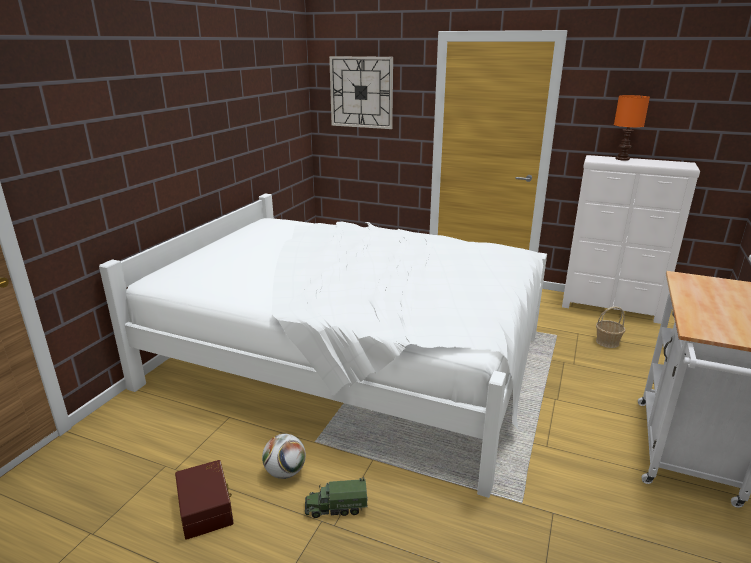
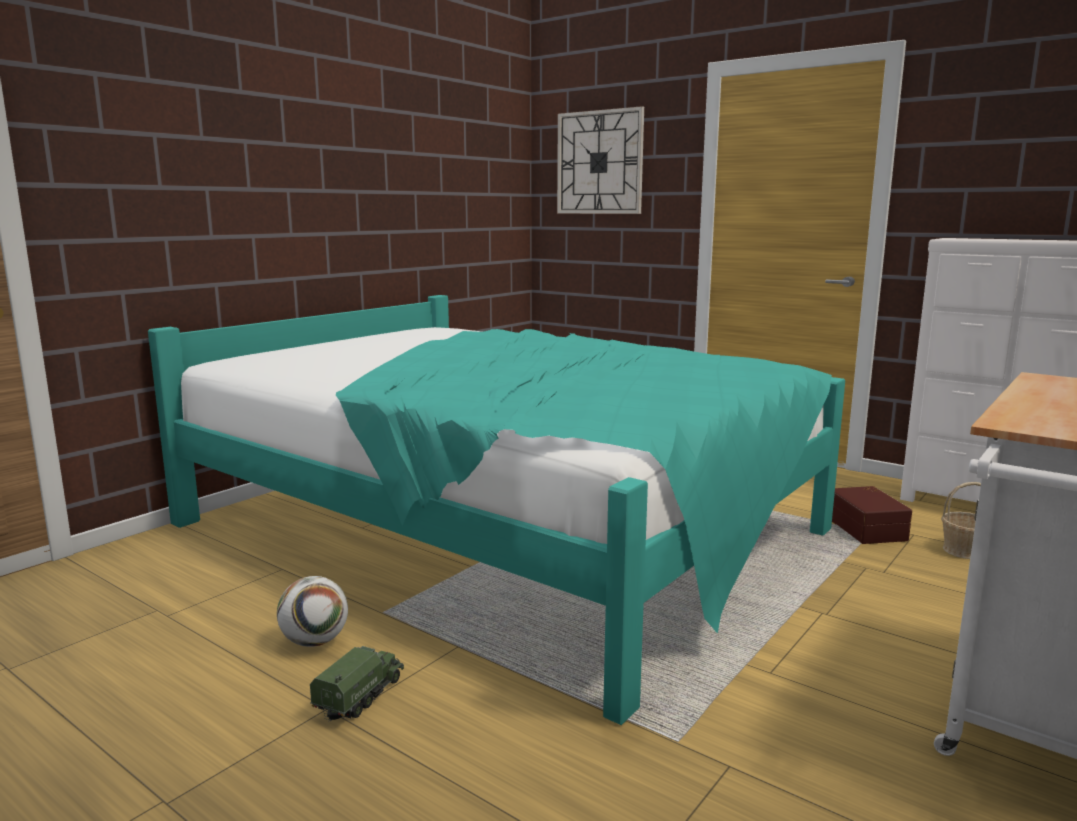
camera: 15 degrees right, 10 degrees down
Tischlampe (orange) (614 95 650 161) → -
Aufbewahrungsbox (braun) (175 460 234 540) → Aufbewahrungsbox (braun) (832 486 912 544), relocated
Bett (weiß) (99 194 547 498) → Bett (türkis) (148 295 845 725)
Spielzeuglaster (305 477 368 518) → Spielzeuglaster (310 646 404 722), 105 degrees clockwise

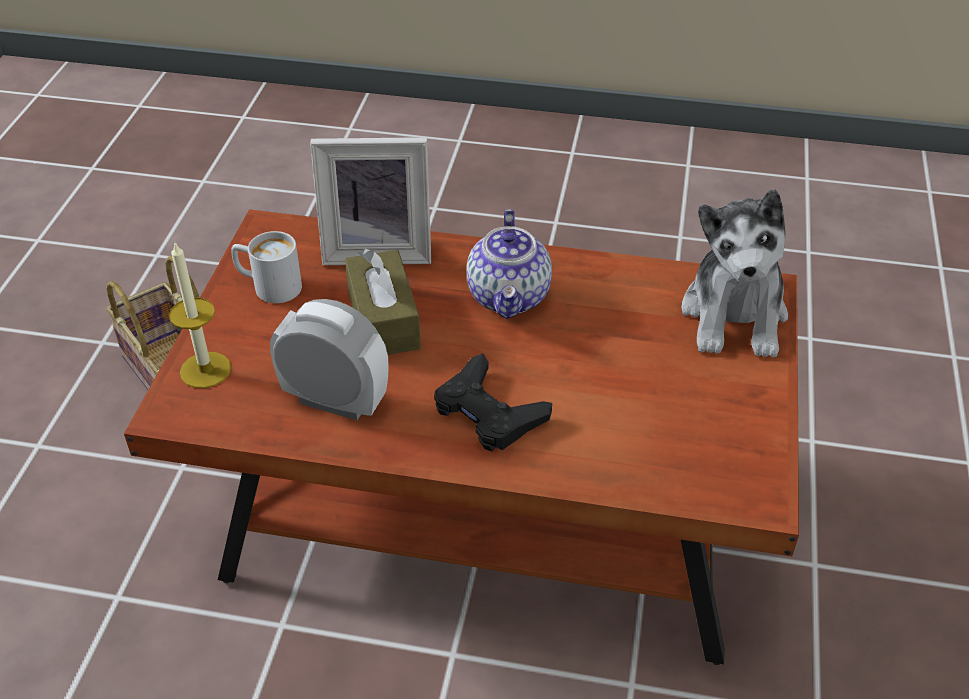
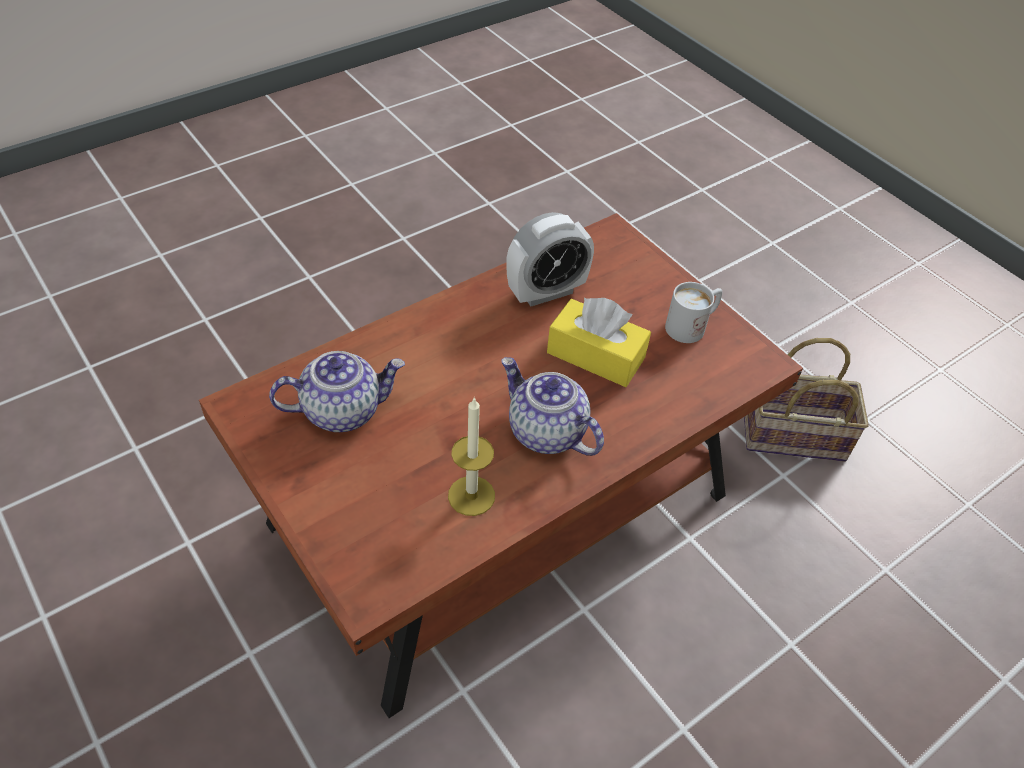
camera: 130 degrees right, 5 degrees up
Bilderrahmen (310 137 431 265) → -
Gamepad (schwarz) (434 353 552 451) → -
Plüschtier (681 189 788 358) → -
- → Teekanne (269 351 405 432)
Kerze (169 241 231 388) → Kerze (448 397 495 516), relocated
Taschentuchbox (braun) (345 249 421 355) → Taschentuchbox (gelb) (547 298 651 387)

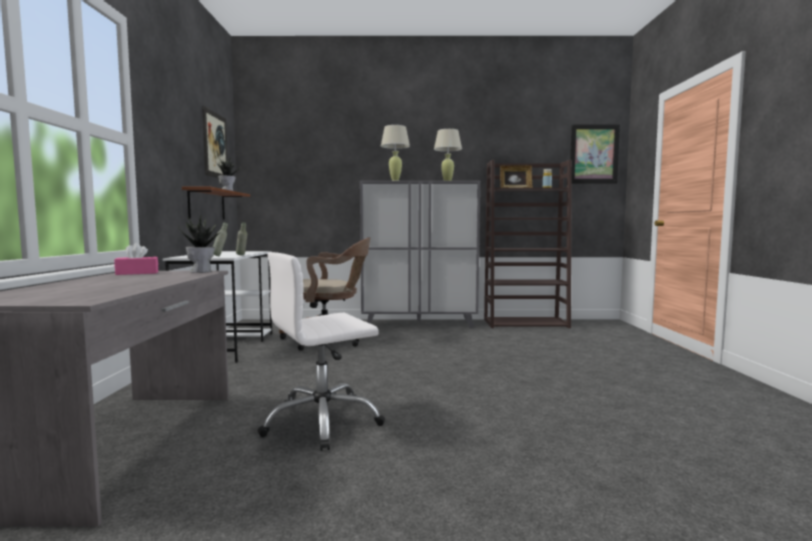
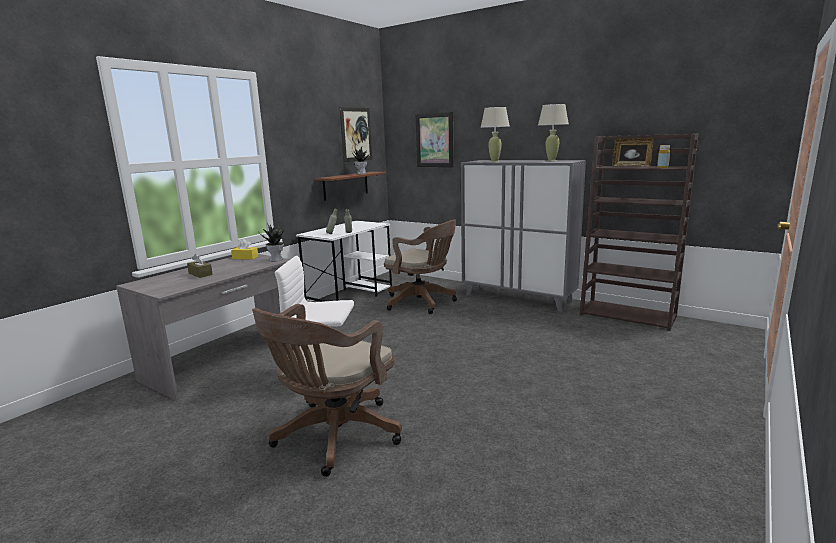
camera: 35 degrees right, 10 degrees up
- → Taschentuchbox (braun) (187 254 213 278)
- → Bürostuhl (braun) (252 304 402 477)
Bild (570 124 620 184) → Bild (415 112 454 167), relocated
Taschentuchbox (rosa) (114 243 158 275) → Taschentuchbox (gelb) (231 239 258 260)

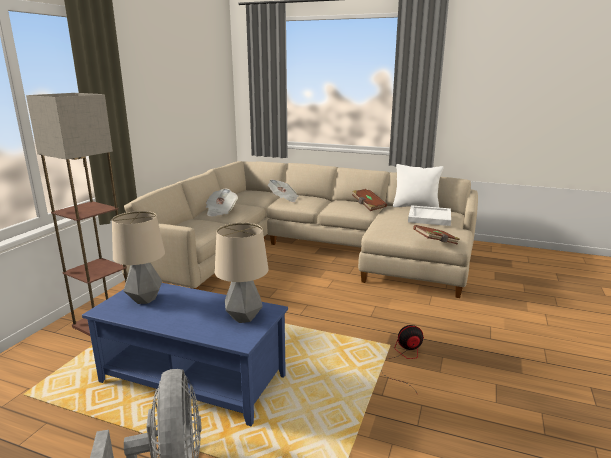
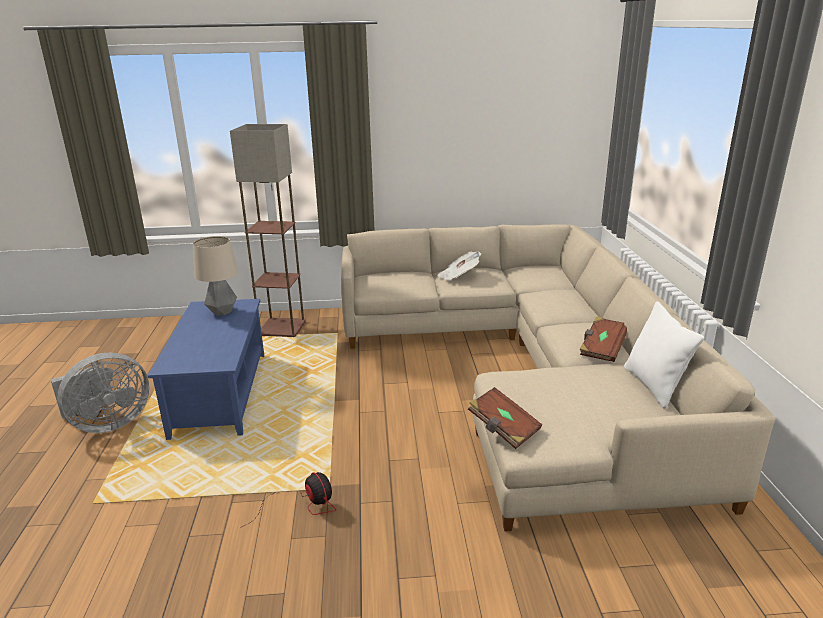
camera: 65 degrees right, 5 degrees up
Tischlampe (215 223 269 323) → -
Zeitung (268 179 299 202) → -
Tablett (weiß) (408 205 451 226) → -

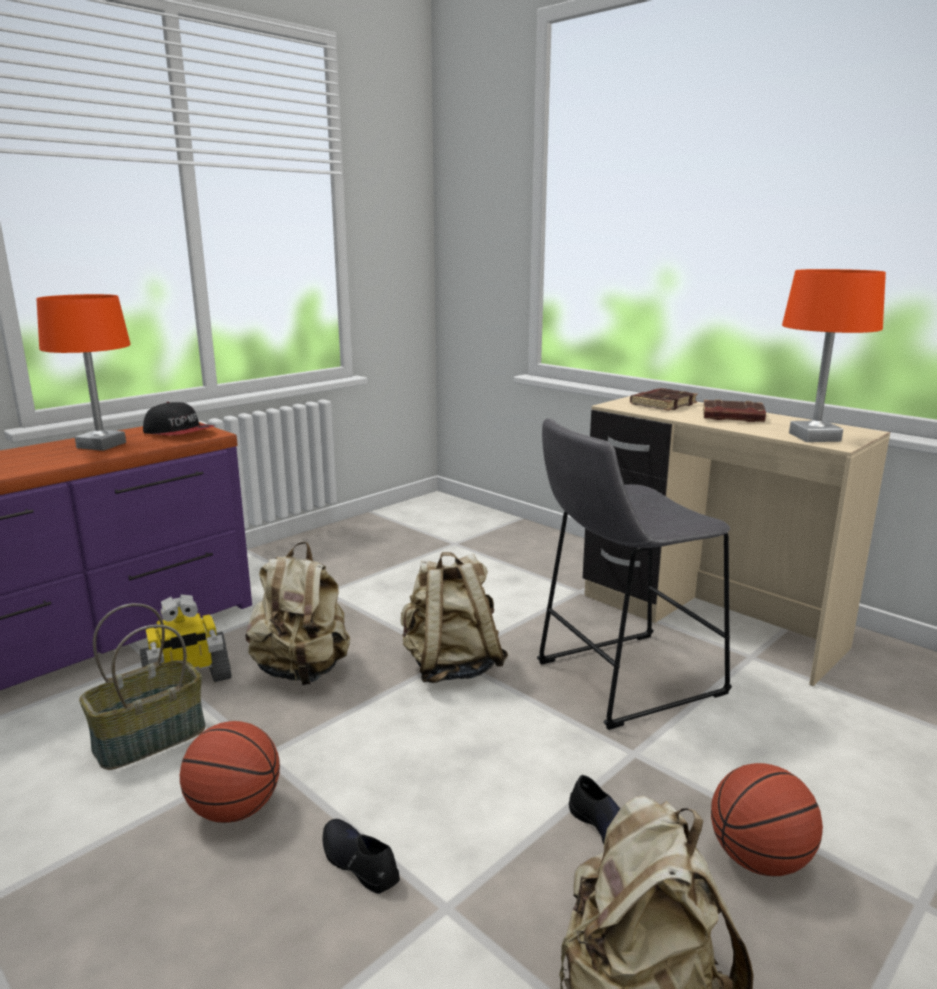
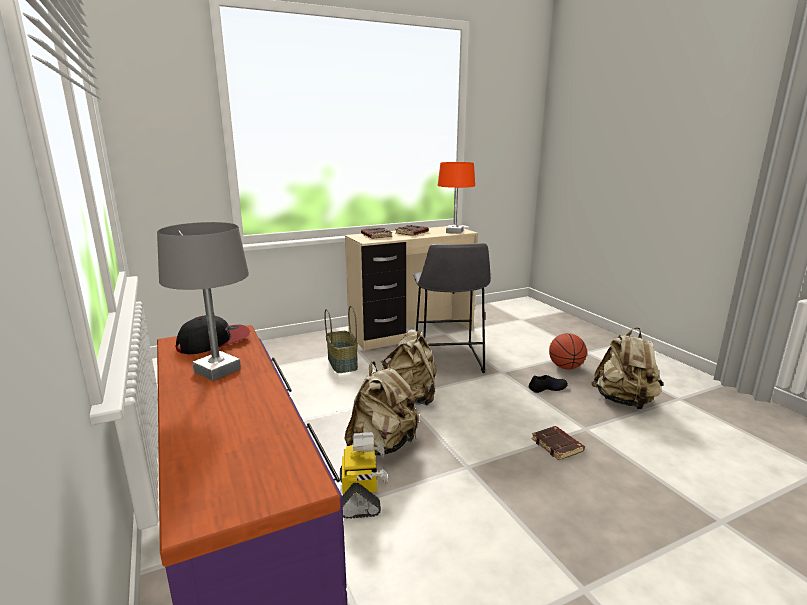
camera: 70 degrees left, 0 degrees up
Basketball (180 721 280 823) → -
Korb (79 603 205 770) → Korb (324 306 358 373), relocated
Schuh (schwarz) (322 819 400 894) → Buch (braun) (531 426 585 460)
Tischlampe (orange) (37 294 131 451) → Tischlampe (grau) (157 222 249 381)

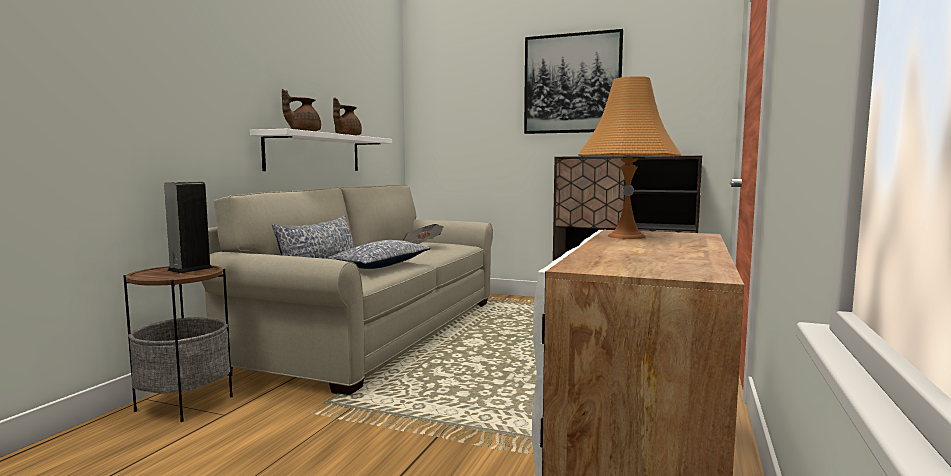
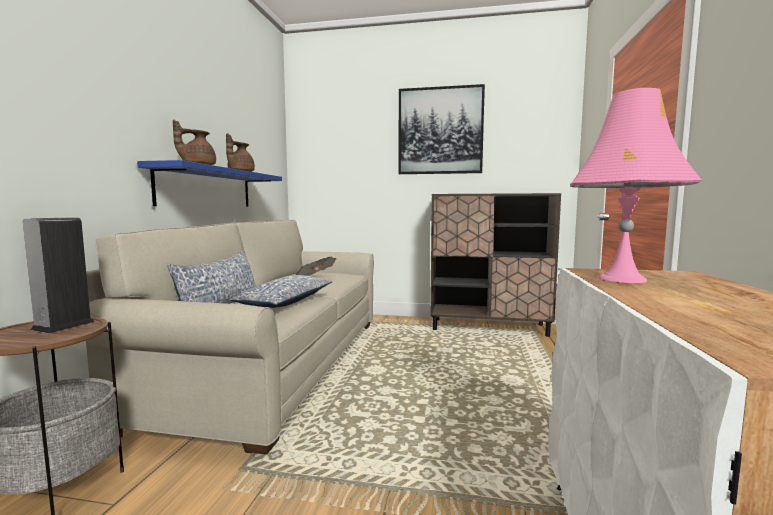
camera: 10 degrees left, 0 degrees up
Wandregal (weiß) (250 129 392 171) → Wandregal (blau) (137 160 282 207)
Tischlampe (orange) (578 76 681 239) → Tischlampe (rosa) (570 88 702 283)

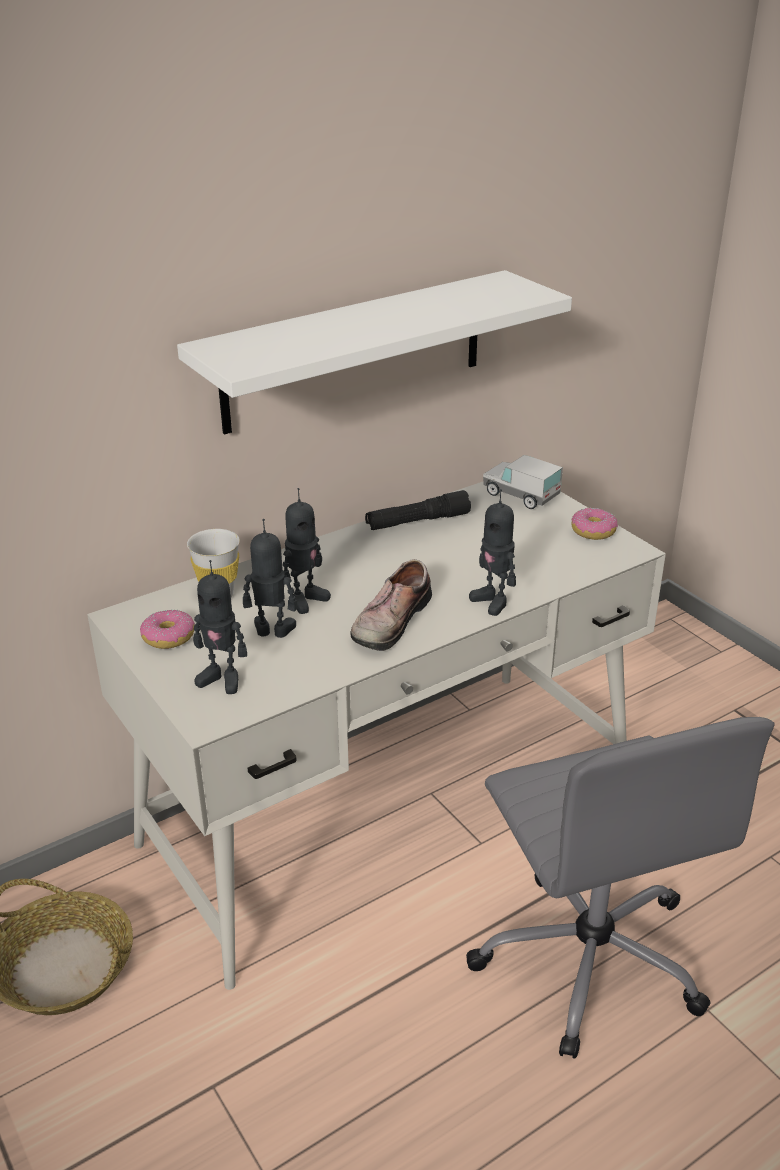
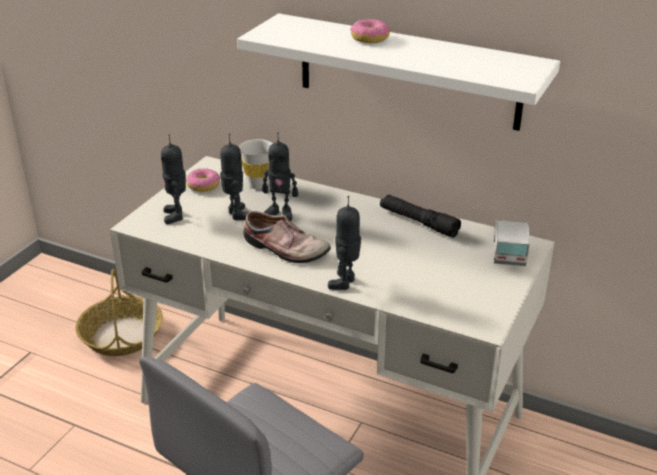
camera: 60 degrees right, 0 degrees up
Donut (572 508 618 540) → Donut (350 19 390 43), relocated
Schuh (350 559 432 651) → Schuh (244 211 331 263), 150 degrees counterclockwise

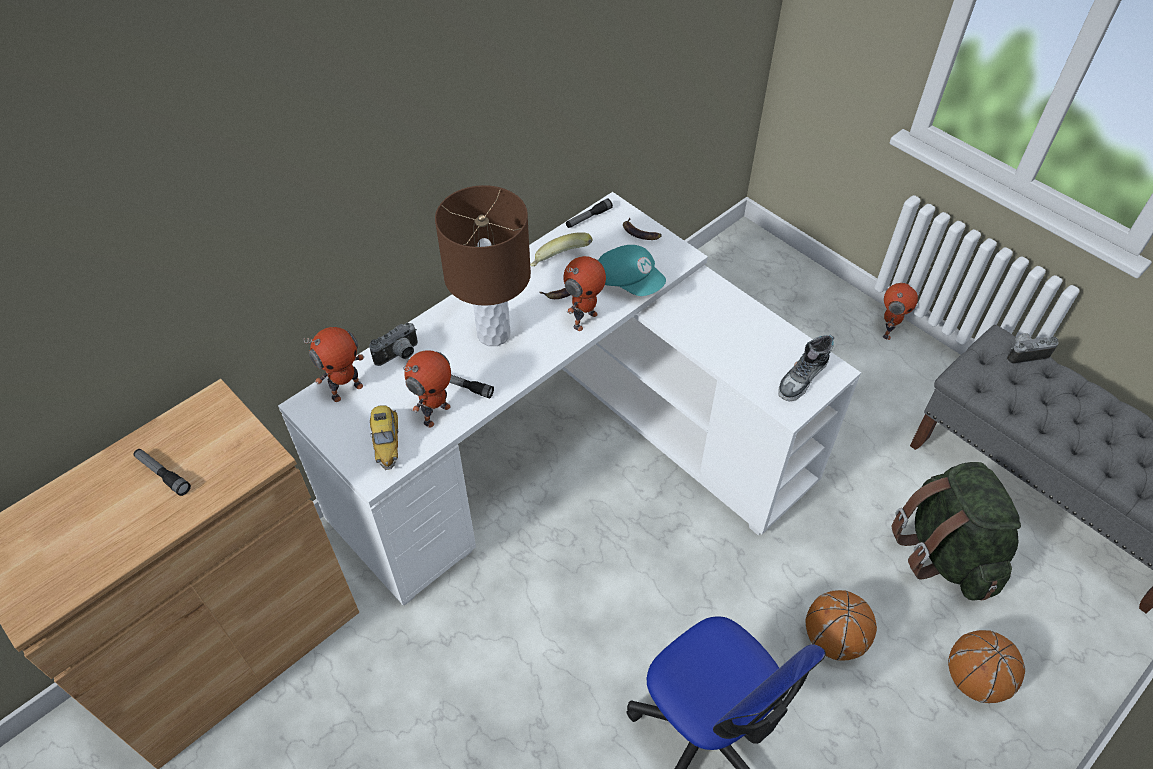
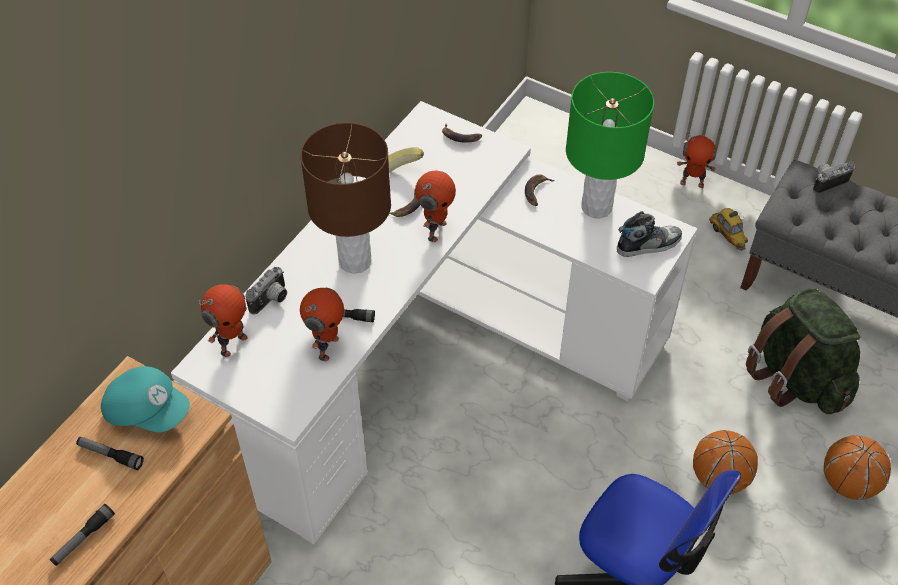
camera: 15 degrees left, 0 degrees up
- → Banane (525 174 555 206)
- → Tischlampe (grün) (566 72 654 219)
Spielzeugauto (370 405 398 470) → Spielzeugauto (709 208 748 251), relocated
Taschenlampe (566 198 613 228) → Taschenlampe (50 504 115 566), relocated
Kappe (türkis) (598 245 666 296) → Kappe (türkis) (101 366 190 433), relocated
Schuh (778 335 834 401) → Schuh (617 211 682 257), 135 degrees counterclockwise
Spielzeugroboter (883 283 918 340) → Spielzeugroboter (677 131 717 188), 90 degrees clockwise

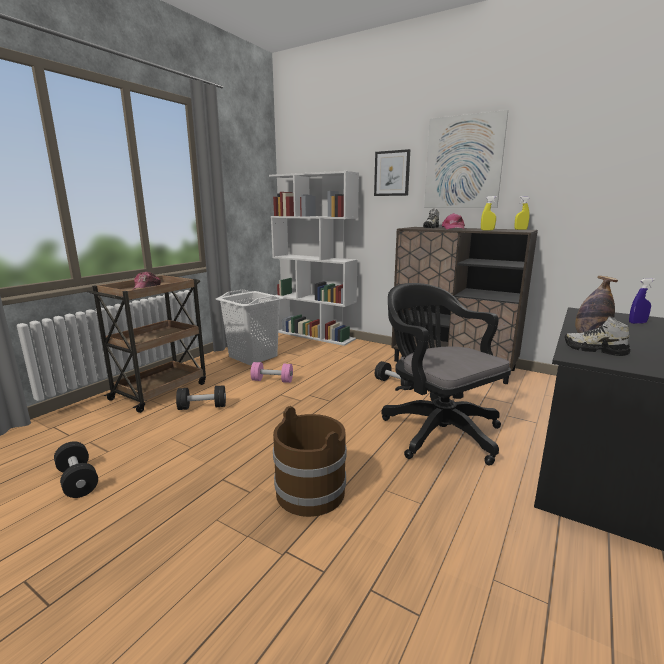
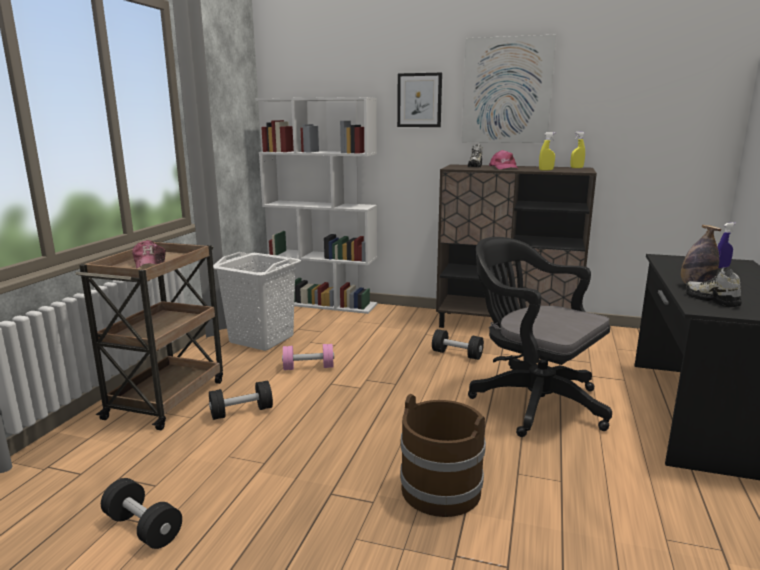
camera: 15 degrees left, 0 degrees up
Schuh (565 316 630 356) → Schuh (686 268 742 307), 45 degrees clockwise

